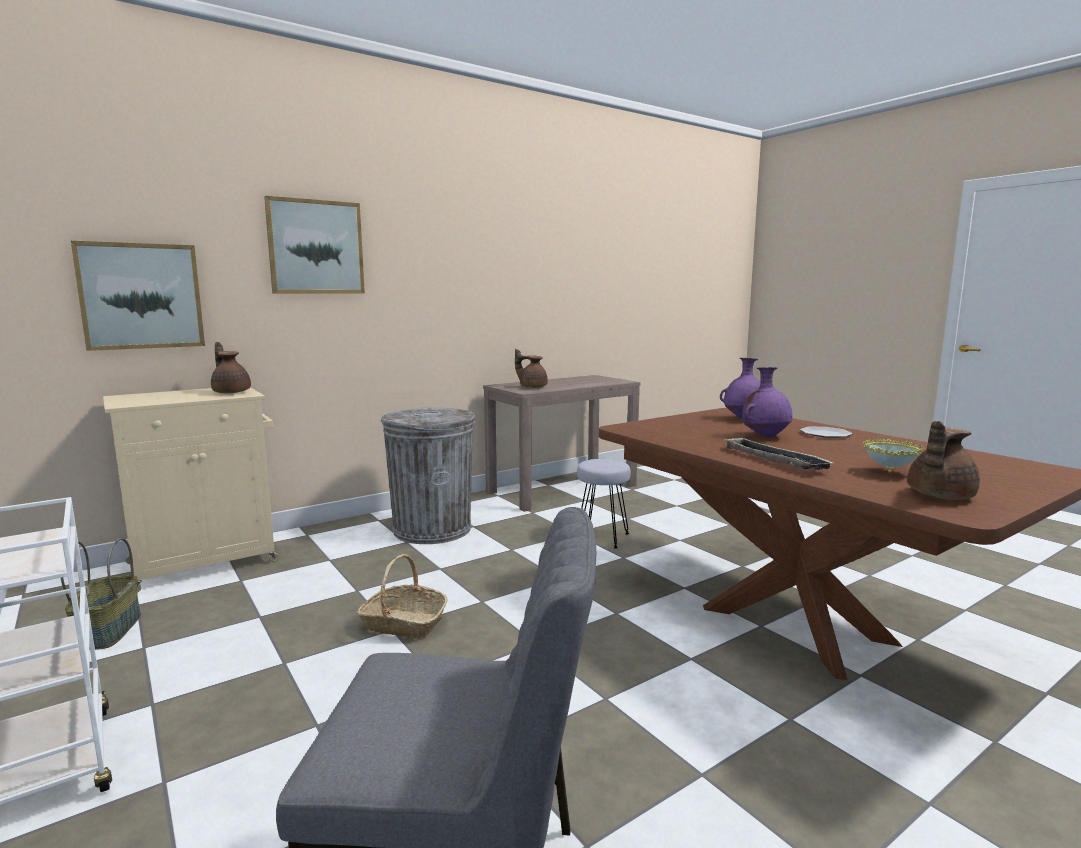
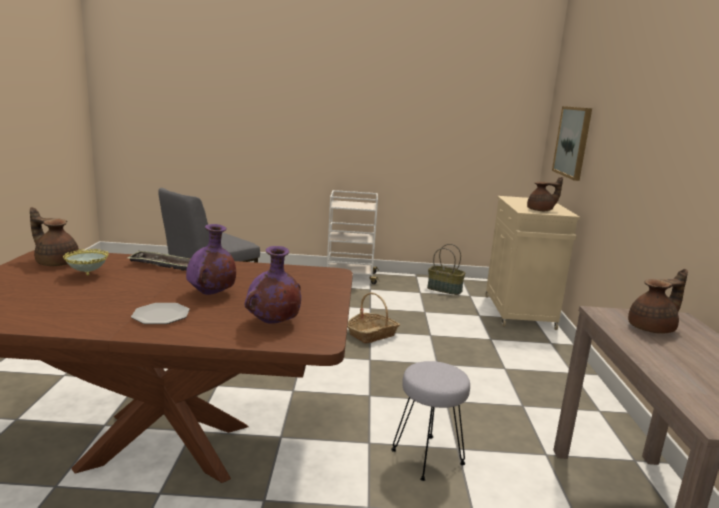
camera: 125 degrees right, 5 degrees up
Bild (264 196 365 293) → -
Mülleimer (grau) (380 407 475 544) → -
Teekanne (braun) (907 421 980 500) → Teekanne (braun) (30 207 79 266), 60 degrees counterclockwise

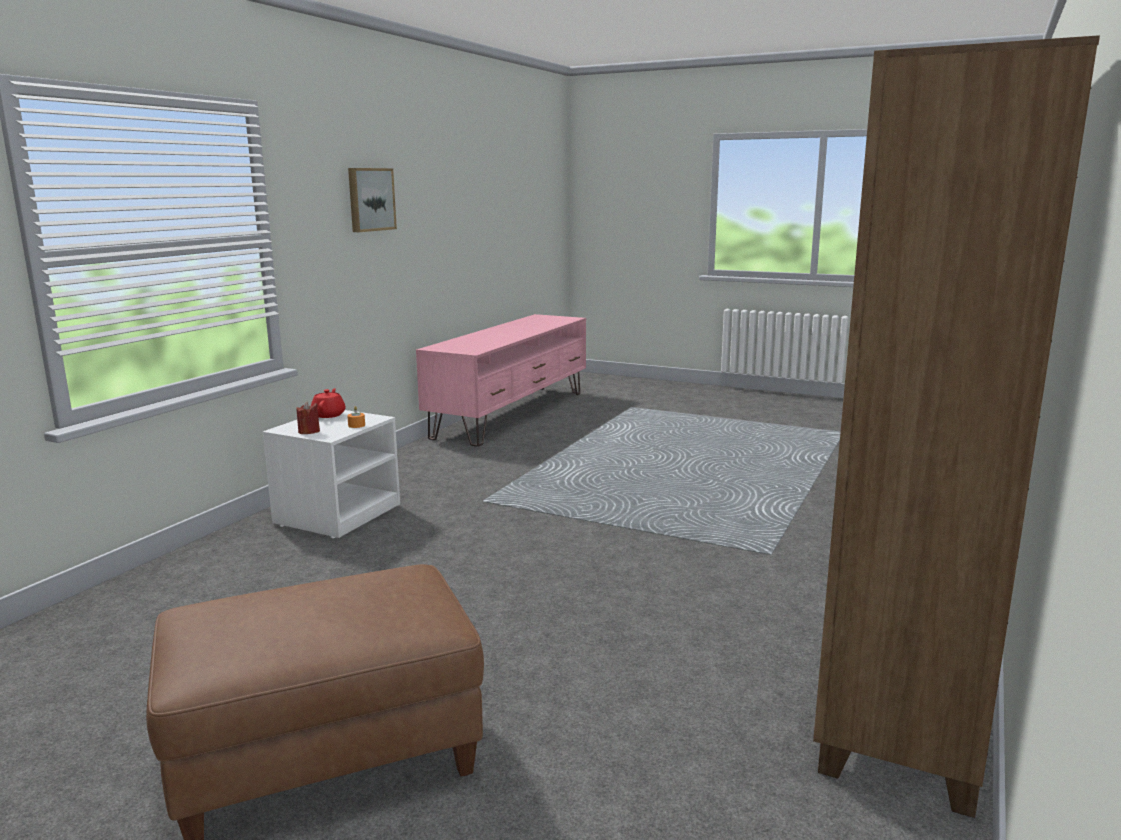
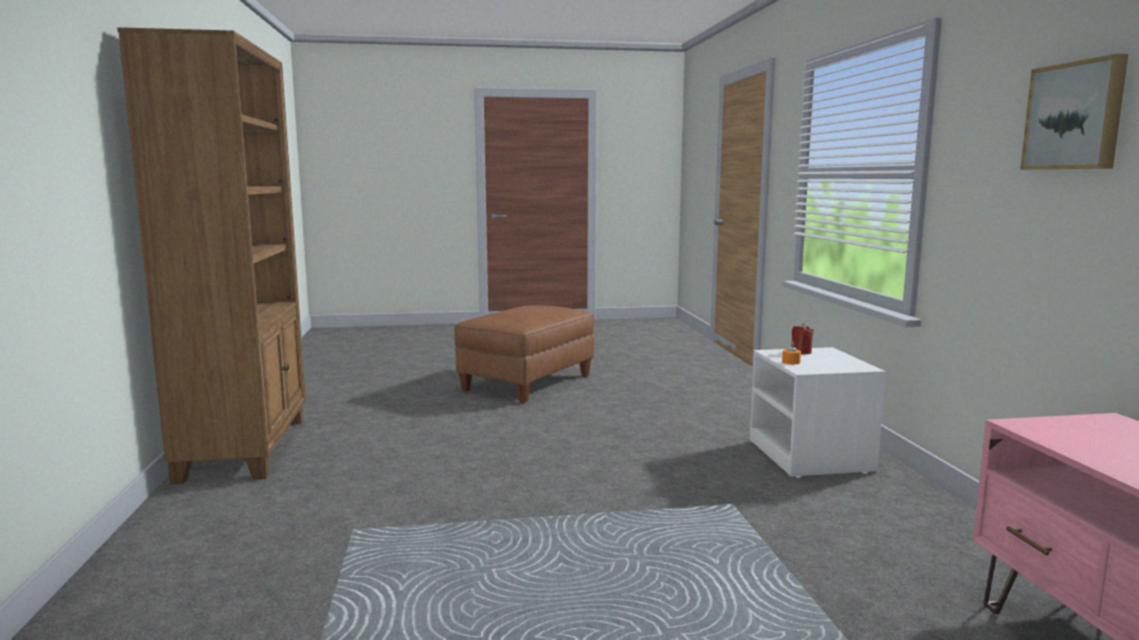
camera: 145 degrees right, 5 degrees down
Teekanne (rot) (311 388 345 418) → -

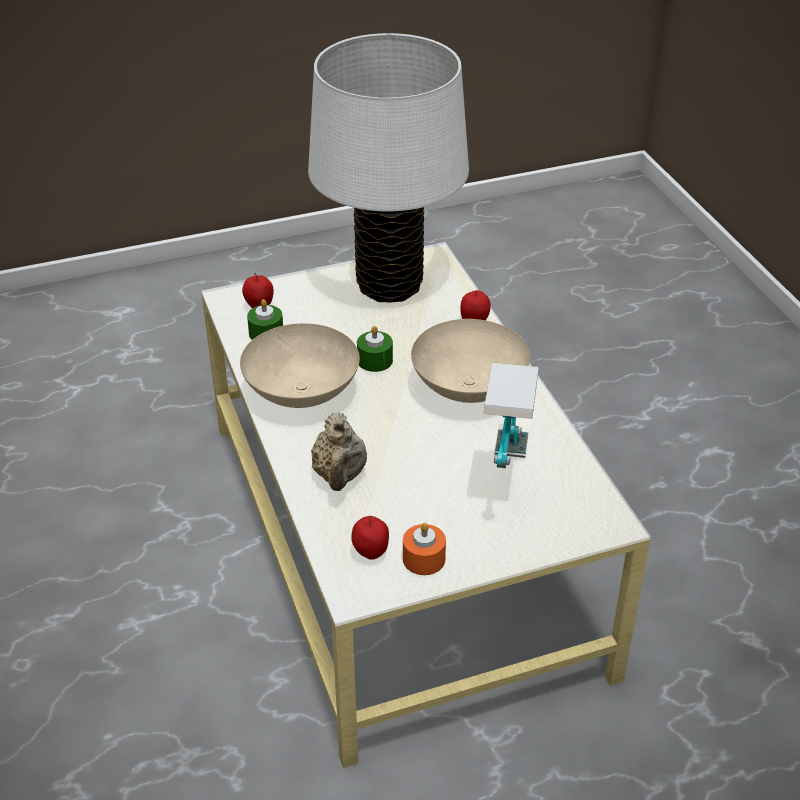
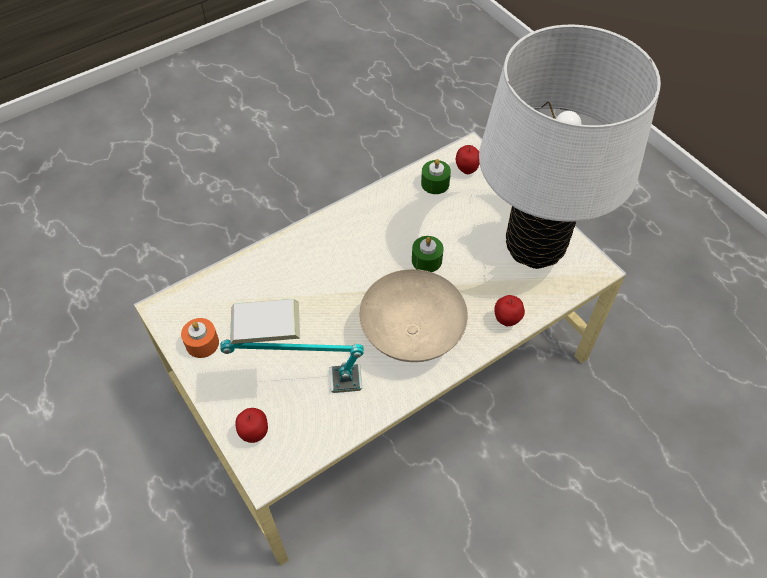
camera: 75 degrees right, 15 degrees up
Schüssel (beige) (240 323 360 408) → -
Teekanne (beige) (311 412 367 491) → -
Apfel (351 516 389 560) → Apfel (235 408 268 443), relocated

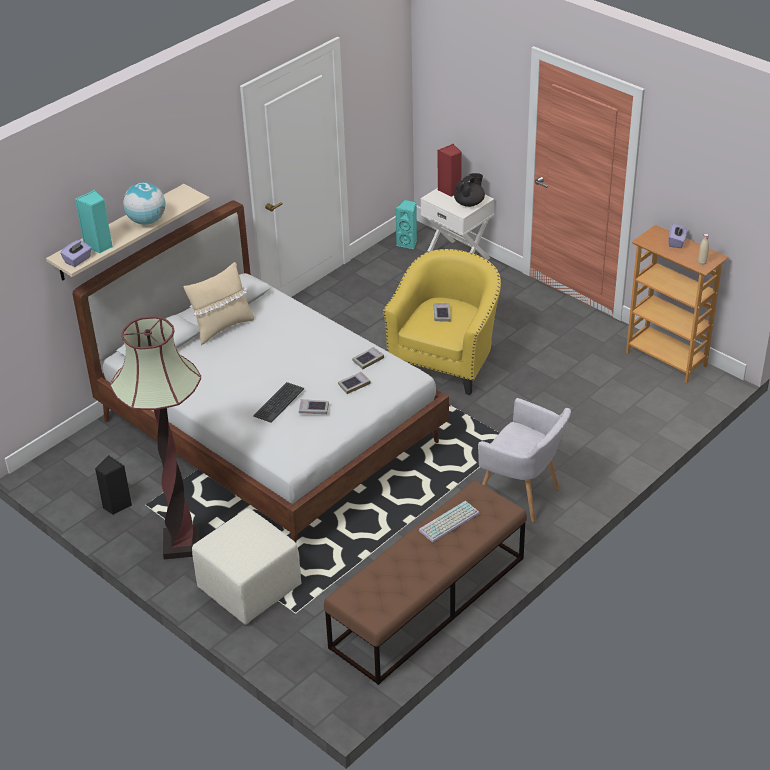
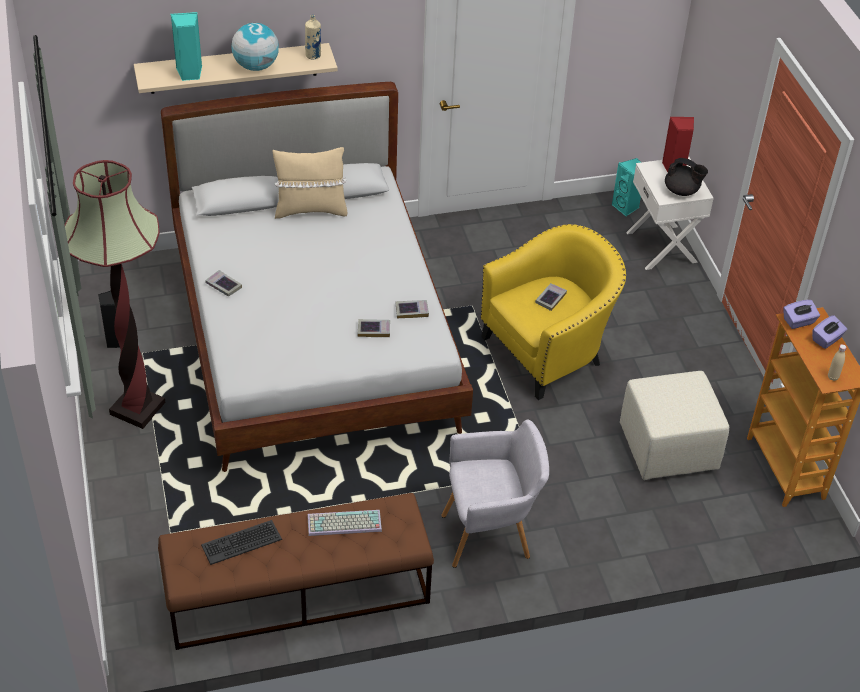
camera: 30 degrees right, 5 degrees up
- → Flasche (beige) (305 15 321 59)
Taschentuchbox (lila) (60 240 92 267) → Taschentuchbox (lila) (784 300 820 329), relocated
Polsterhocker (beige) (192 508 301 625) → Polsterhocker (beige) (620 371 729 480), relocated
Tastatur (253 382 304 423) → Tastatur (201 520 282 565), relocated
Buch (299 399 329 414) → Buch (206 270 242 297), relocated
Teekanne (schwarz) (454 173 485 207) → Teekanne (schwarz) (665 158 708 196), 45 degrees clockwise
Sessel (grau) (478 398 571 523) → Sessel (grau) (441 419 549 568), 75 degrees counterclockwise

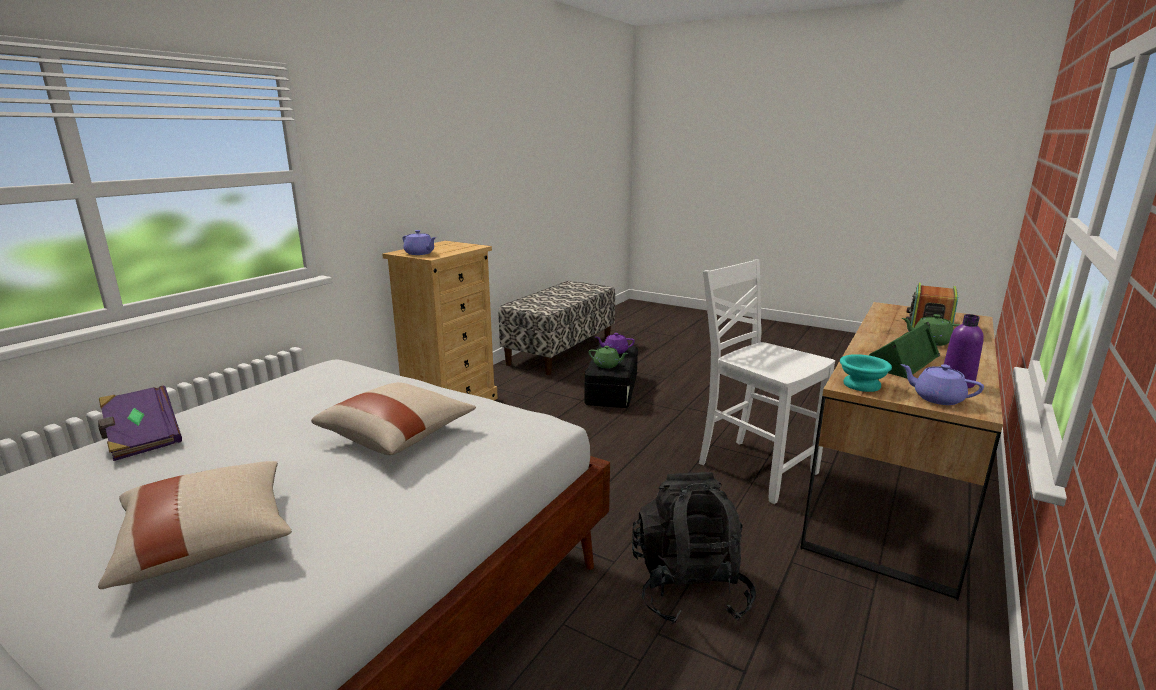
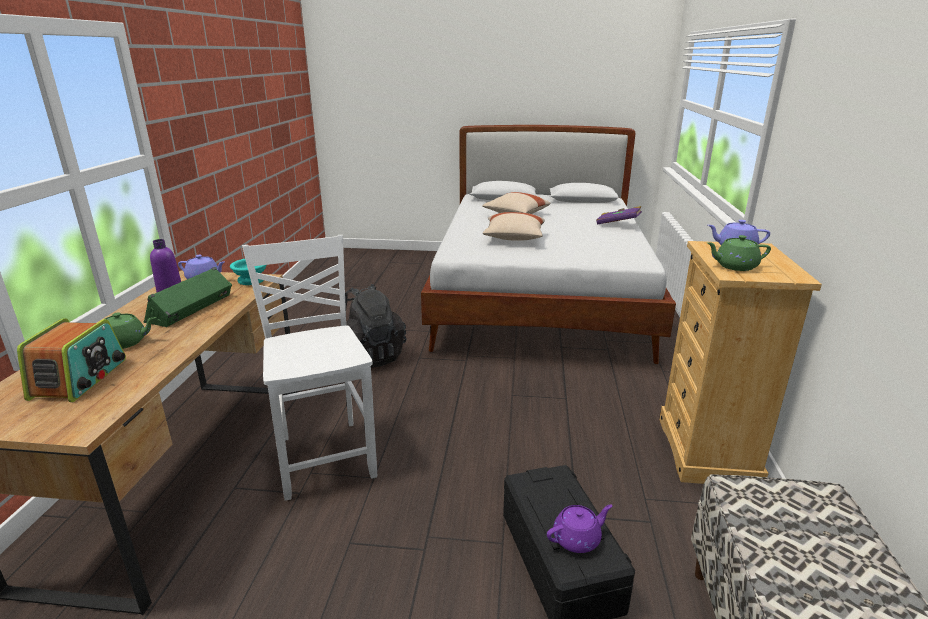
camera: 155 degrees right, 5 degrees up
Teekanne (grün) (588 346 628 368) → Teekanne (grün) (707 235 771 271), relocated
Stuhl (weiß) (699 259 835 504) → Stuhl (weiß) (242 235 377 501), 135 degrees counterclockwise

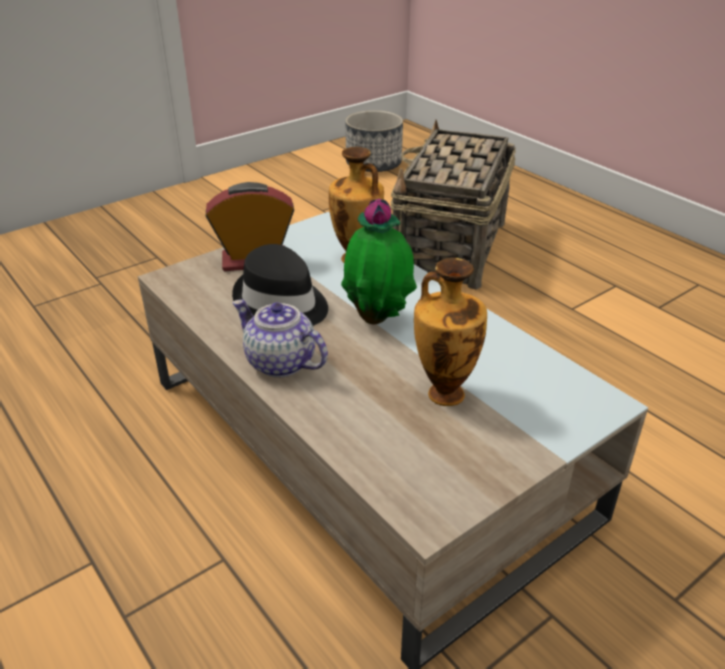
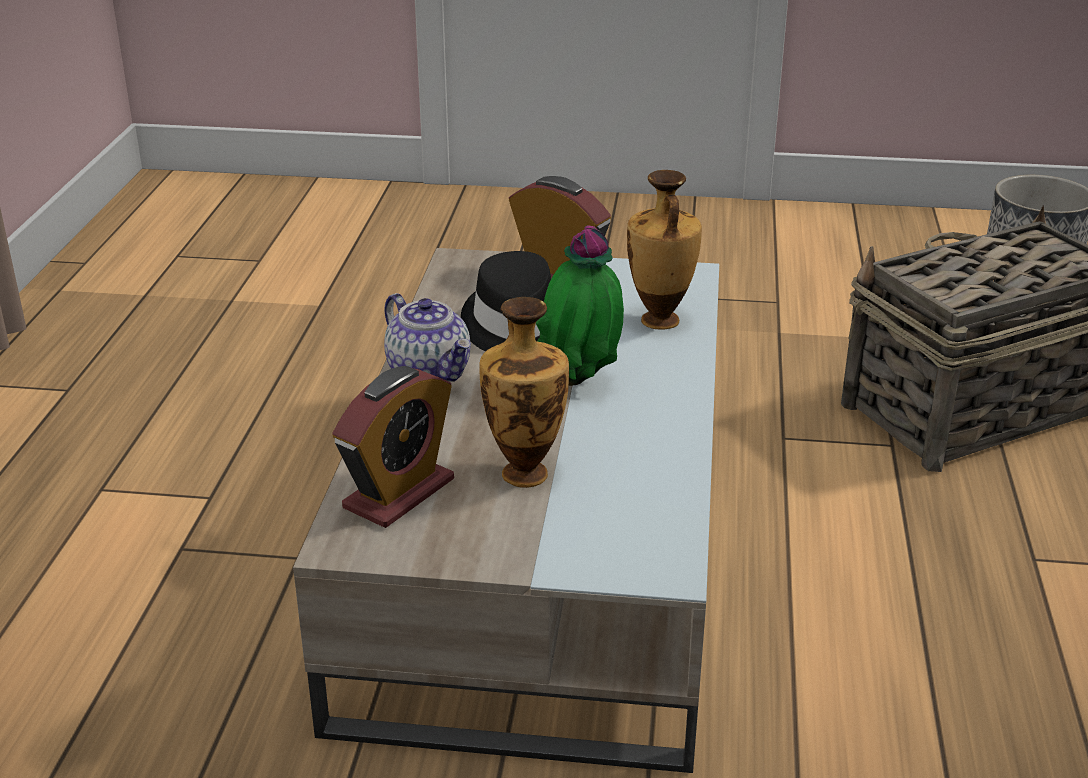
camera: 45 degrees right, 5 degrees down
- → Wecker (332 366 454 528)
Teekanne (233 299 328 377) → Teekanne (384 293 471 382), 150 degrees clockwise

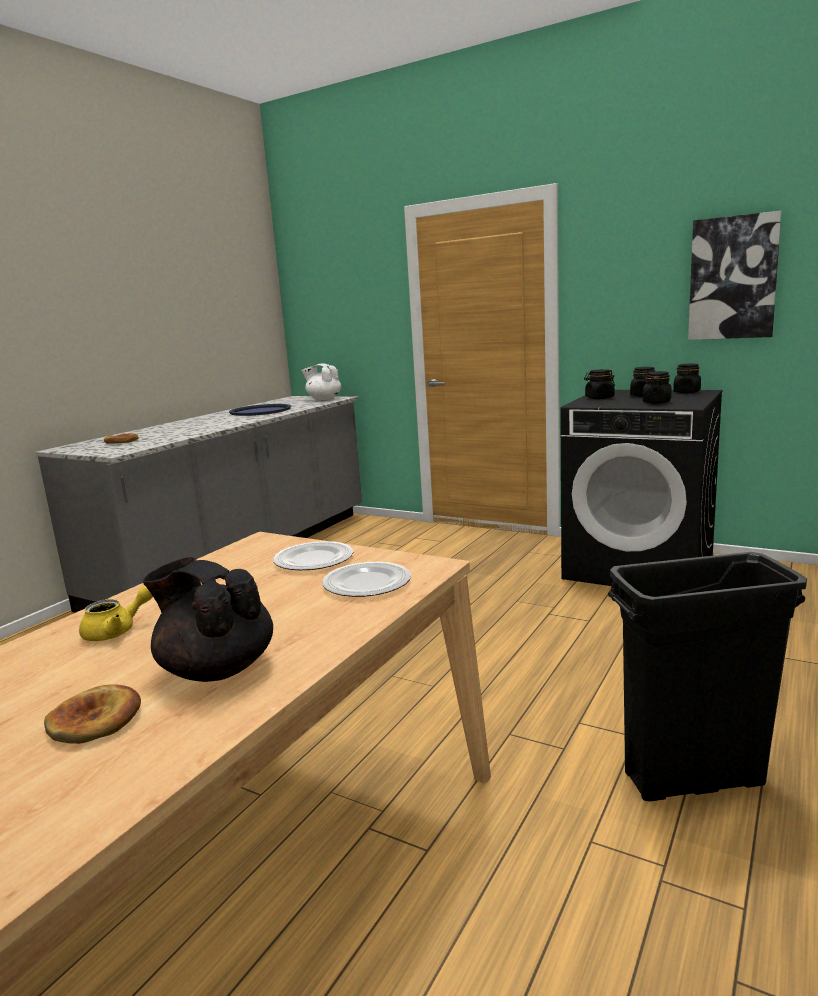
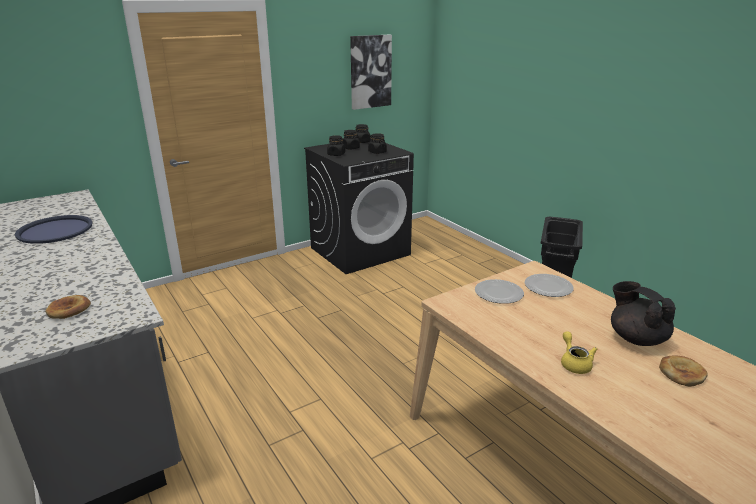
camera: 65 degrees left, 10 degrees up
Teekanne (weiß) (301 364 341 400) → -
Teekanne (schwarz) (143 557 273 682) → Teekanne (schwarz) (611 281 676 346), 90 degrees clockwise

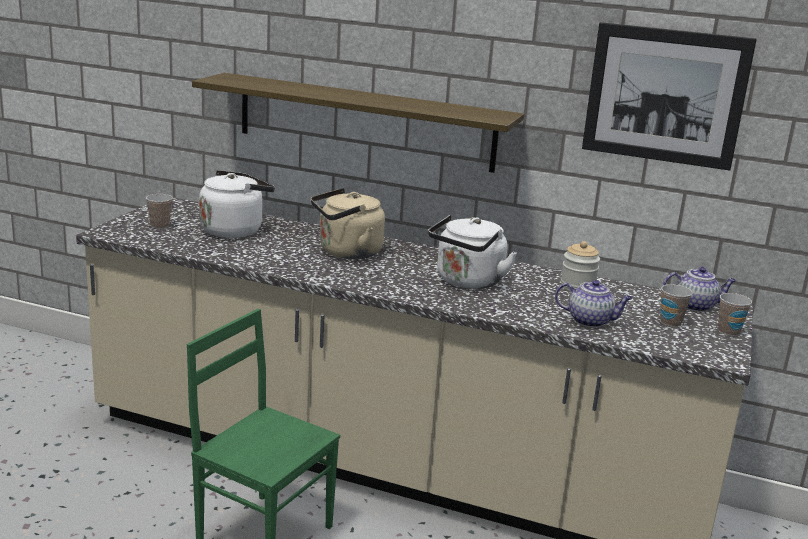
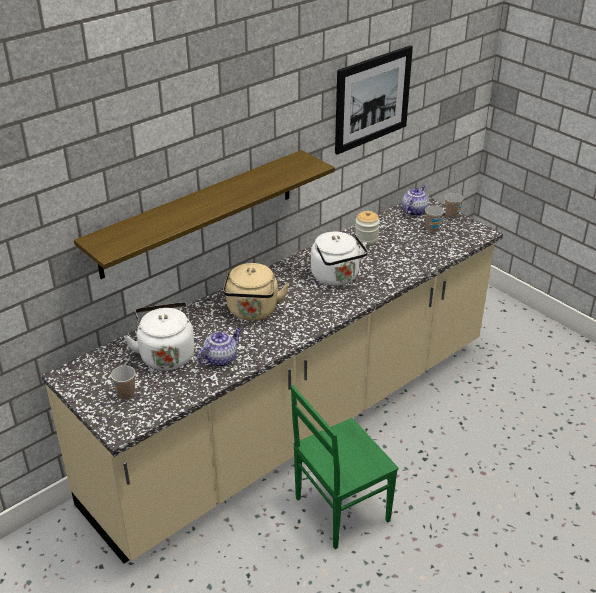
camera: 60 degrees left, 15 degrees up
Teekanne (555 280 633 327) → Teekanne (197 328 242 367), relocated

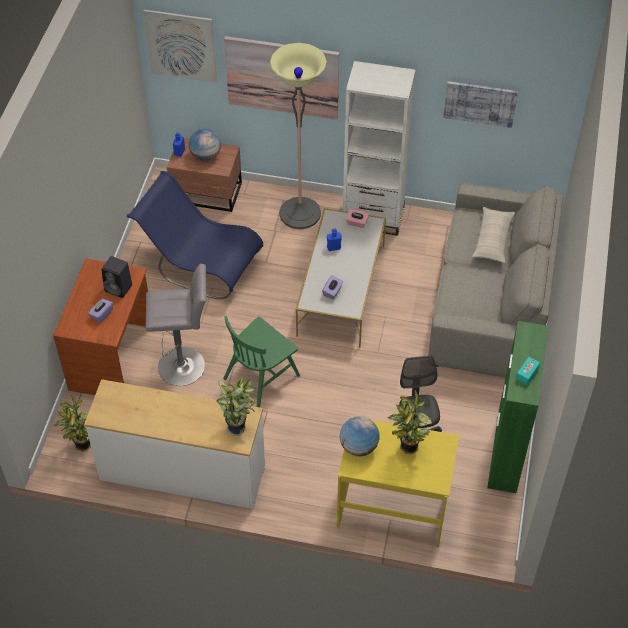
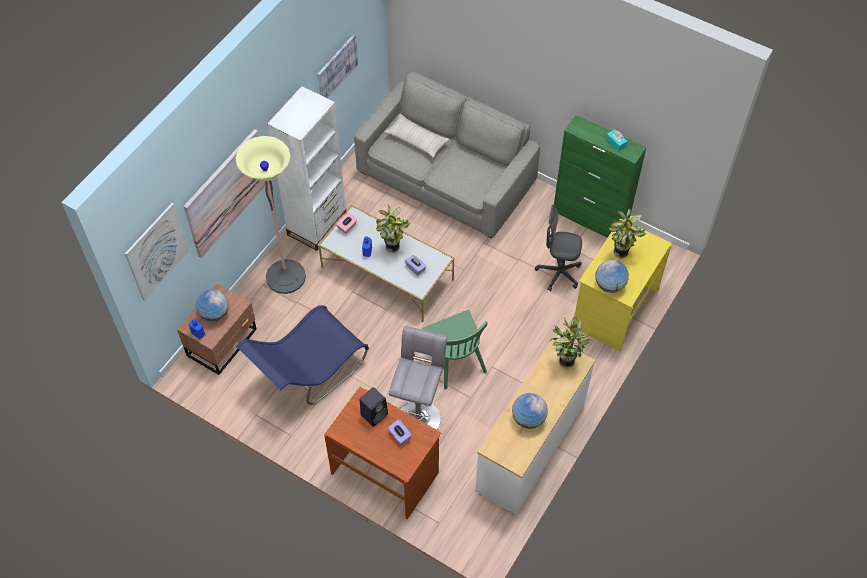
camera: 70 degrees left, 5 degrees up
- → Globus (512 393 548 429)
Topfpflanze (54 394 91 452) → Topfpflanze (376 205 410 253), relocated

